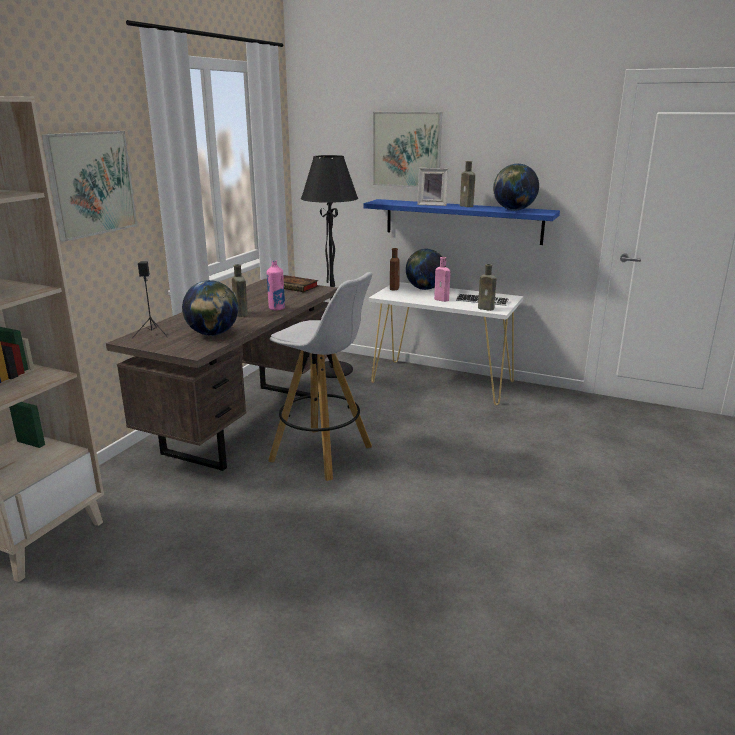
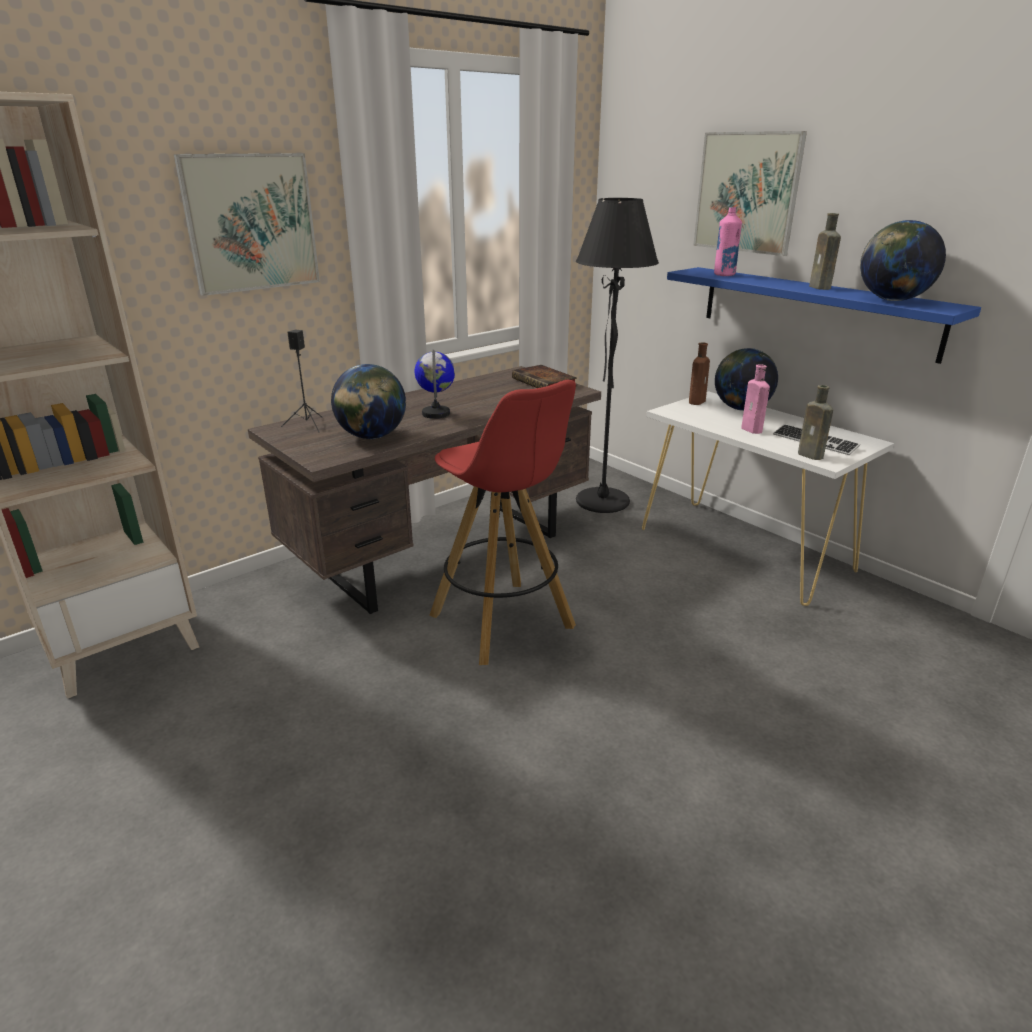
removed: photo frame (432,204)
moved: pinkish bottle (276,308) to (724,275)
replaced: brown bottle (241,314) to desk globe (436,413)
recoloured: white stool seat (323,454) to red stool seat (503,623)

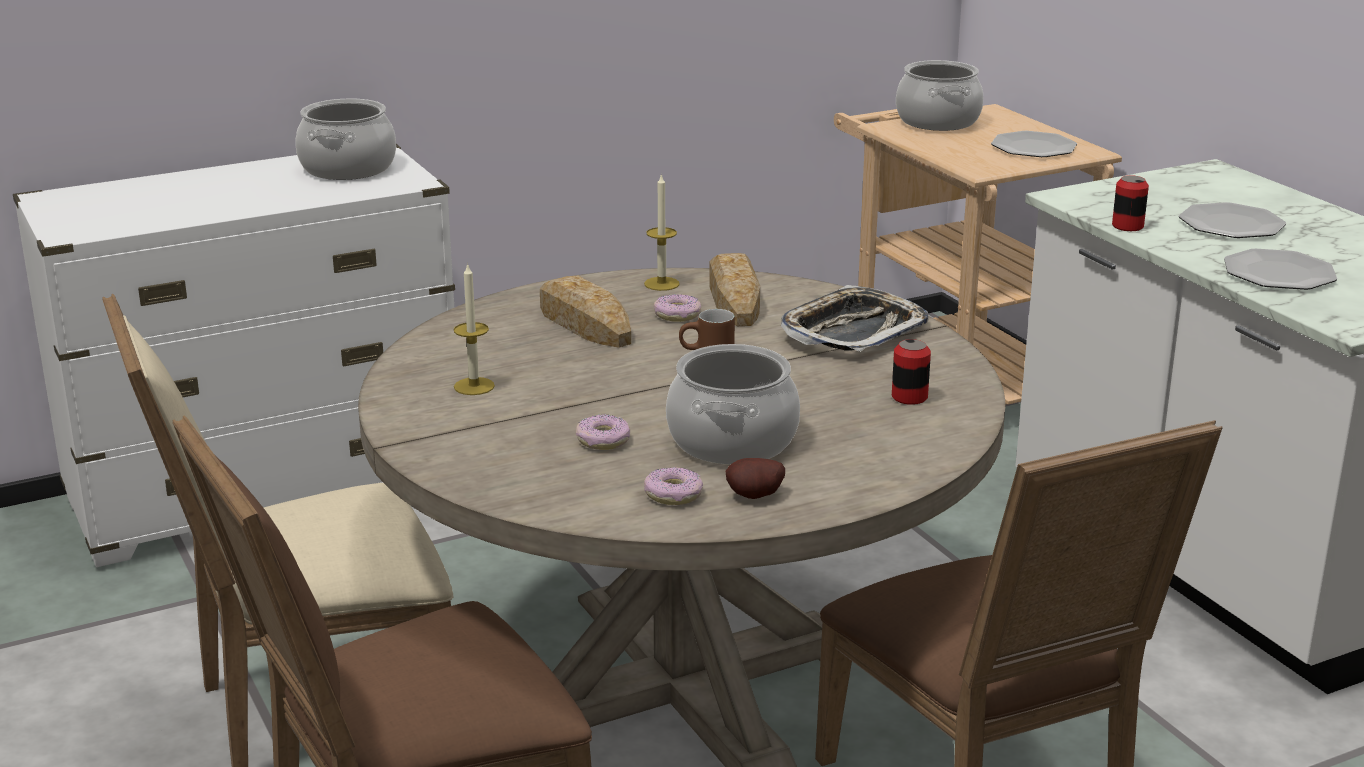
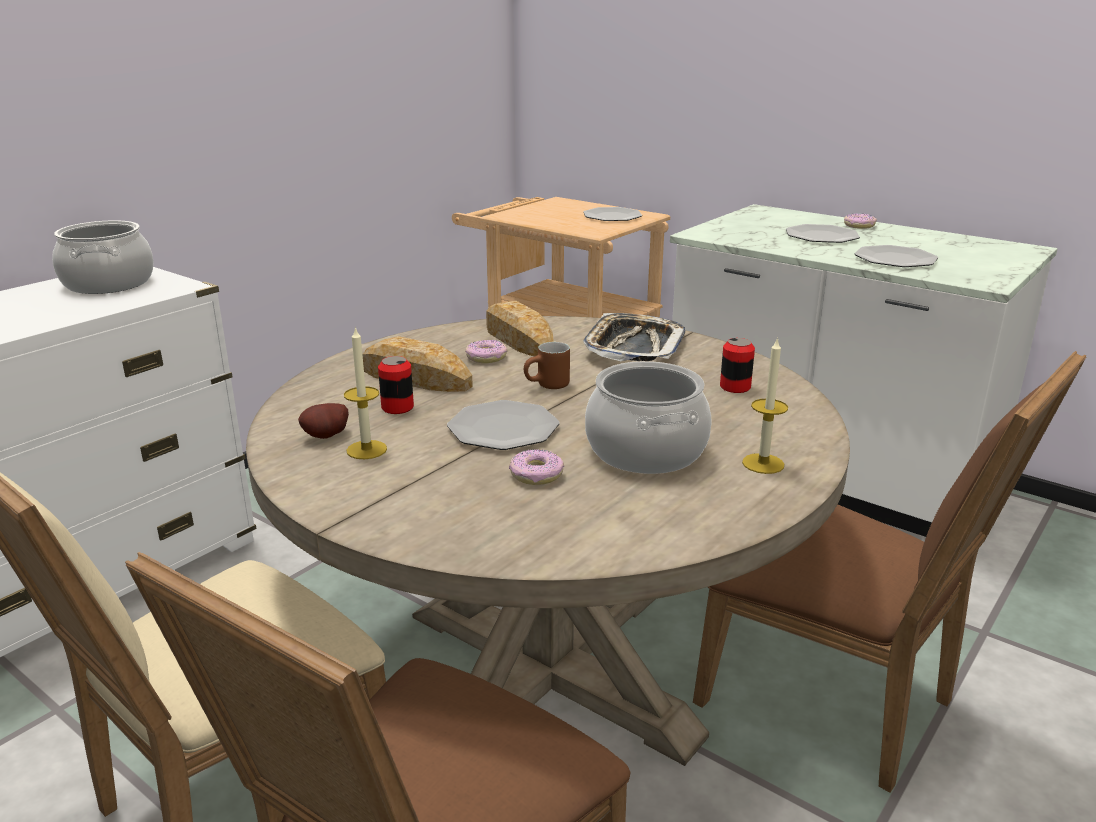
removed: saucepot (938,121)
added: plate (503,428)
moved: whole potato (756,497) to (328,437); sealed can (1127,226) to (397,407); wax candle (661,284) to (763,463); donut (673,494) to (858,226)

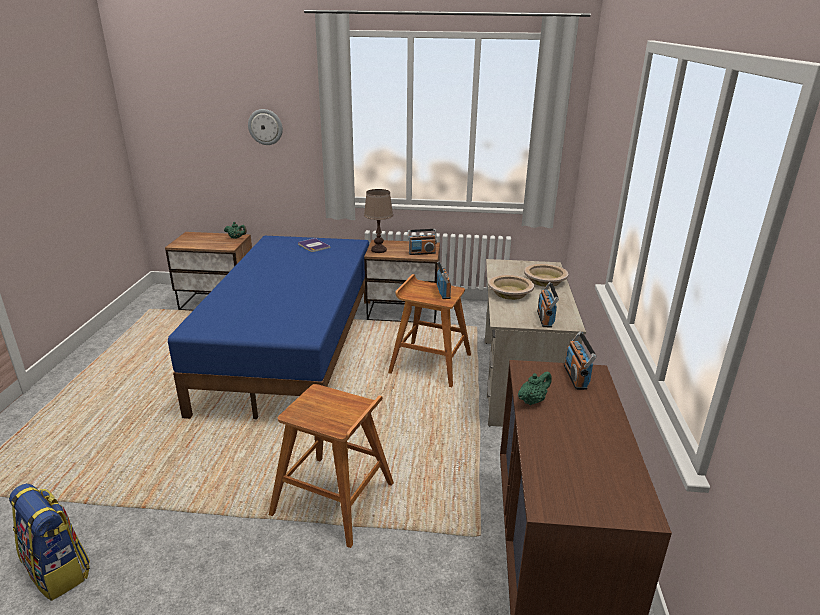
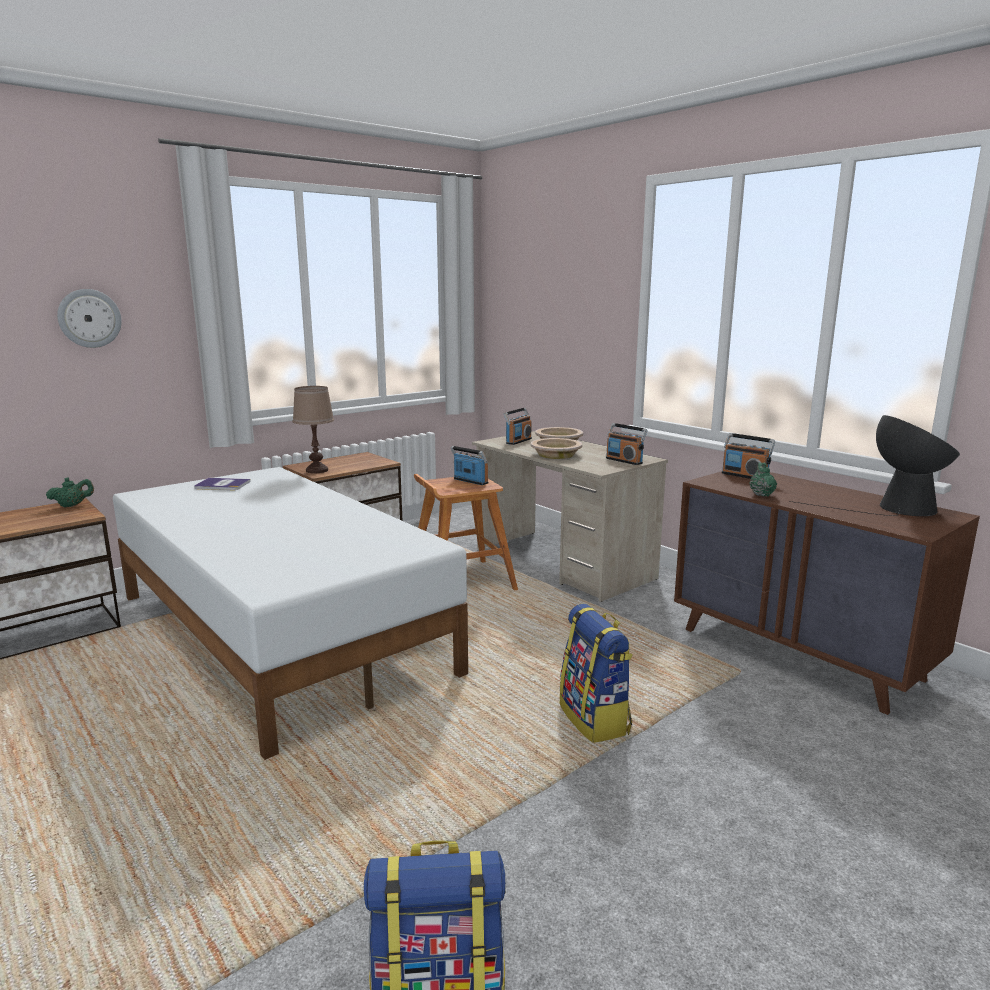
added: table lamp (898,509)
moved: radio (422,253) to (518,441)
replaced: brown stool seat (334,500) to rucksack (595,719)
recoloured: blue-coloured bedroom bed (293,350) to white bedroom bed (280,631)

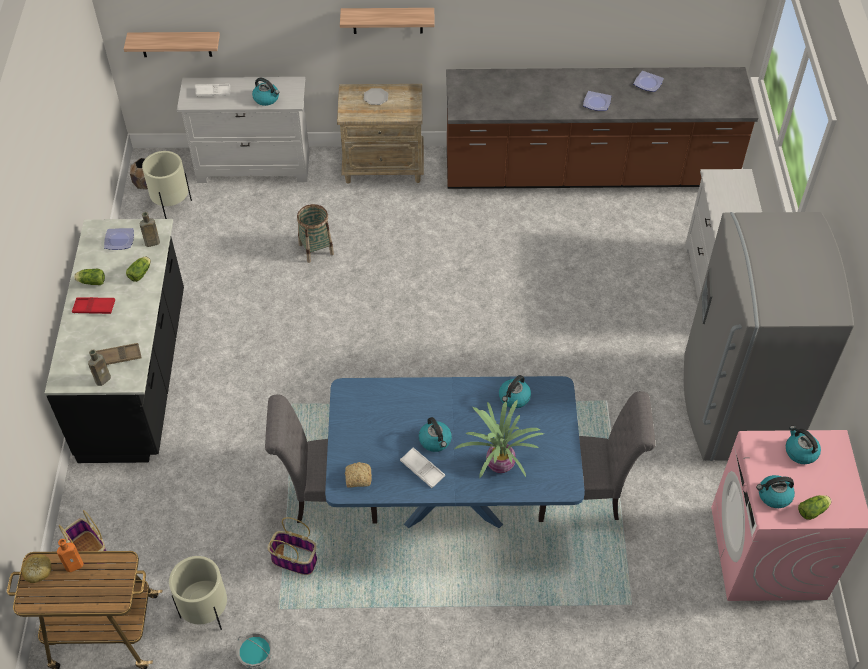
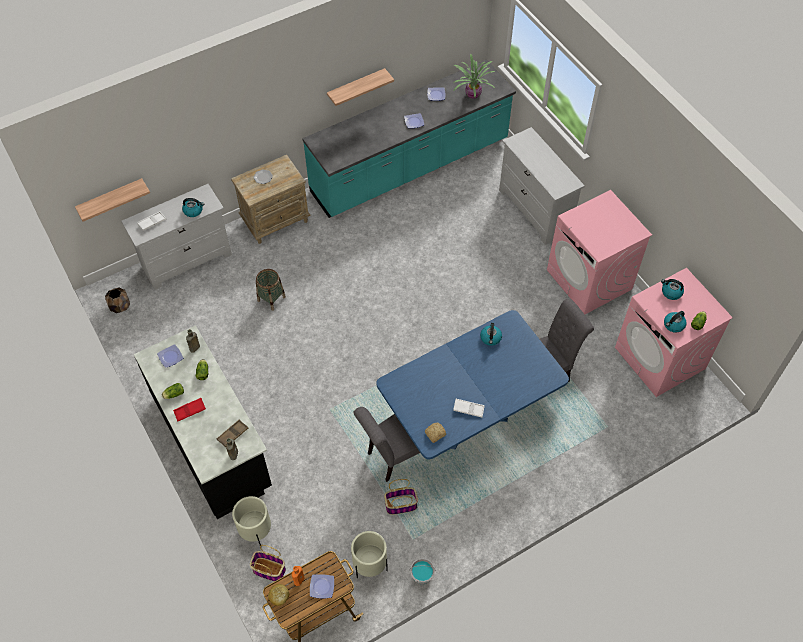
removed: water kettle (435,441)
added: plate (321,586)
moved: sand-coloured flower pot (171,205) to (255,531); shelf (387,20) to (356,88); plant in a pot (500,463) to (472,94)
replaced: gray kitchen fridge (734,406) to pinkish washing machine (589,280)
recoloured: brown kitchen counter (588,173) to turquoise kitchen counter (410,167)

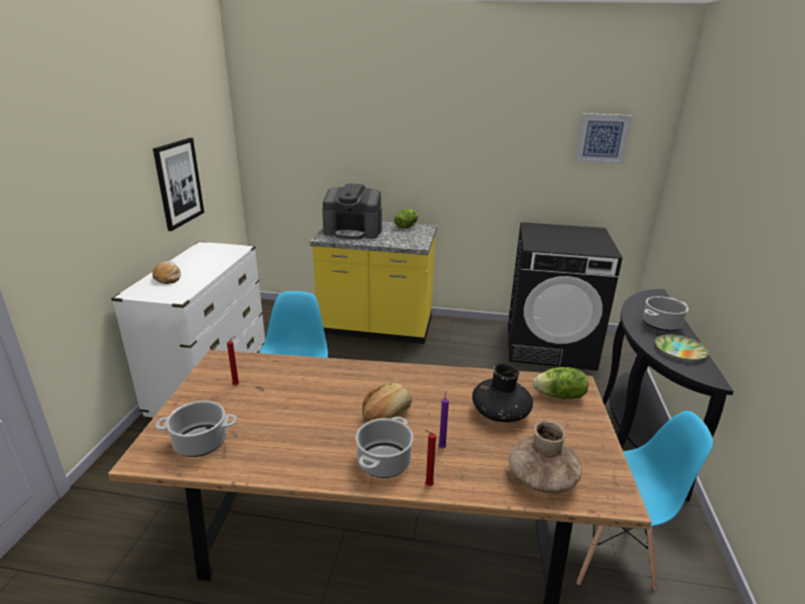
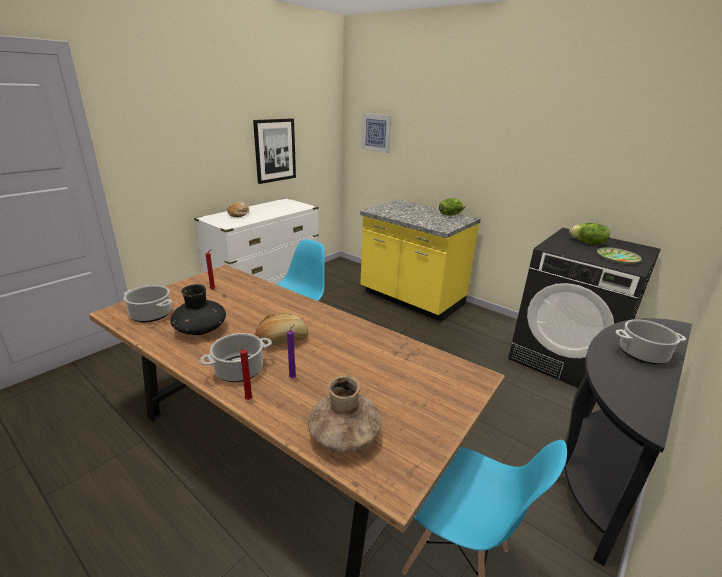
removed: coffee machine (353,231)
moved: black-coloured decorative vase (500,413) to (200,329); wall art (602,138) to (376,132); head of lettuce (560,396) to (587,243); plate (679,350) to (617,258)

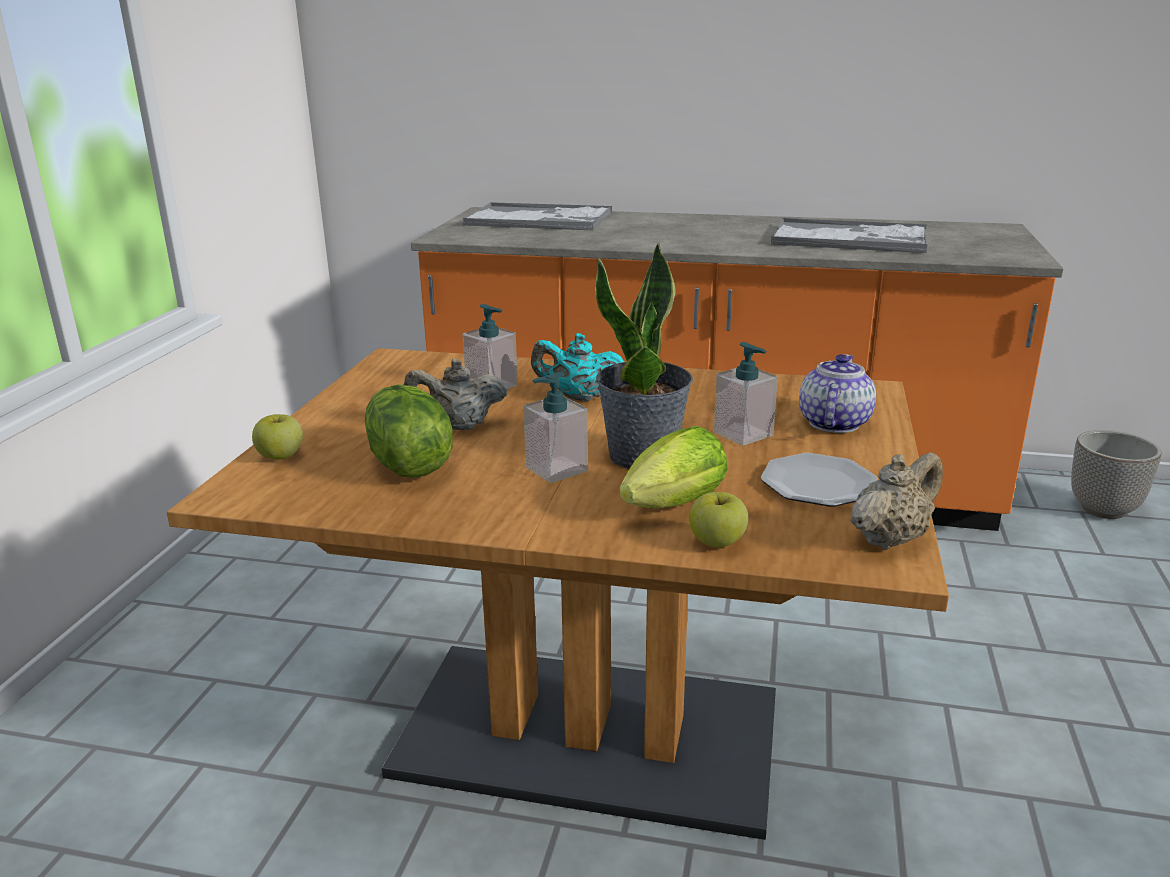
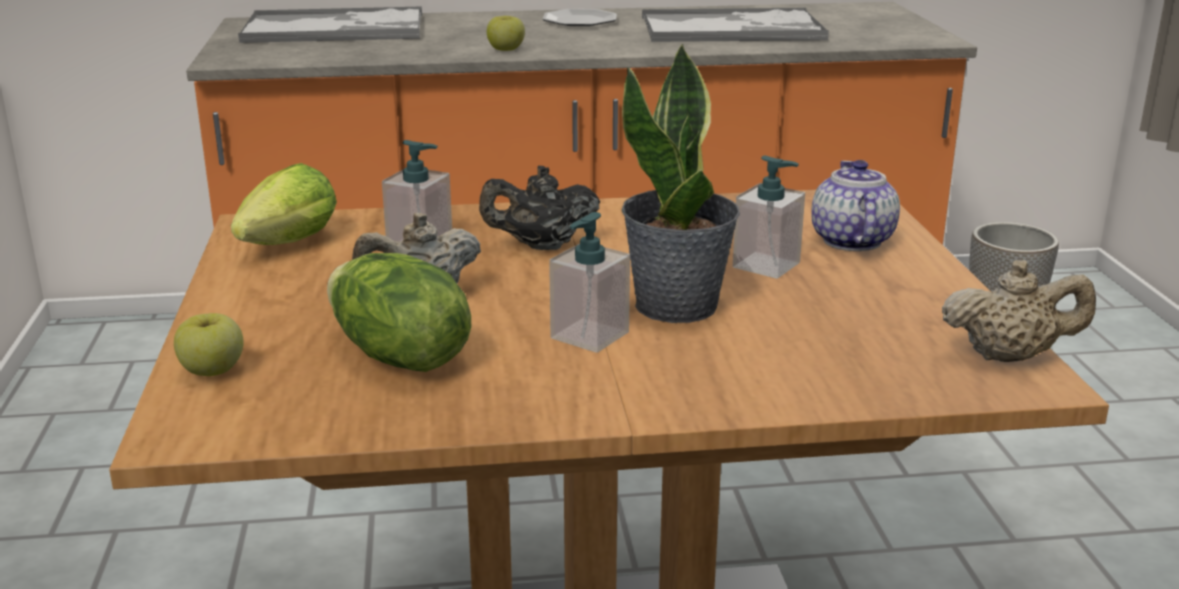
moved: head of lettuce (669,508) to (284,246); apple fruit (717,542) to (506,50); plate (819,484) to (580,21)
recoloured: turquoise tea pot (578,397) to black-coloured tea pot (541,246)
turned: sand-coloured tea pot (890,539) = (1010,356) 60 degrees clockwise

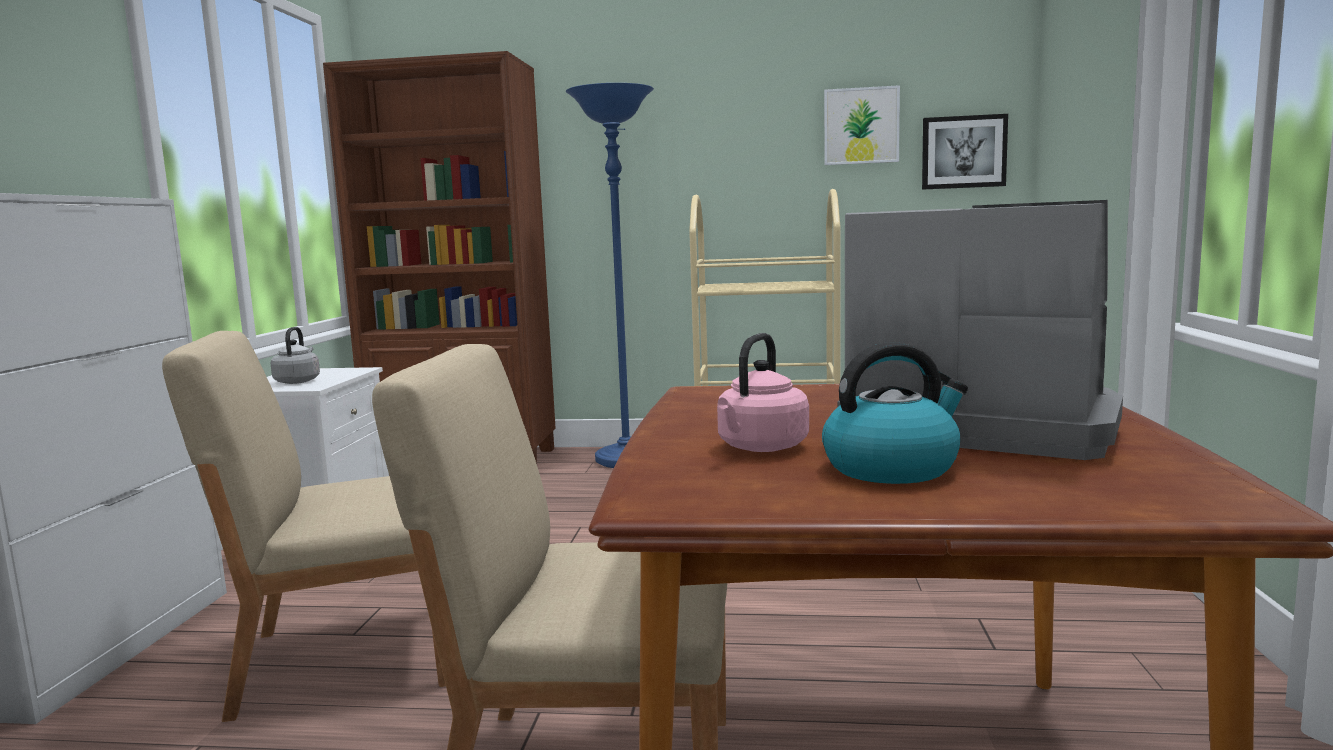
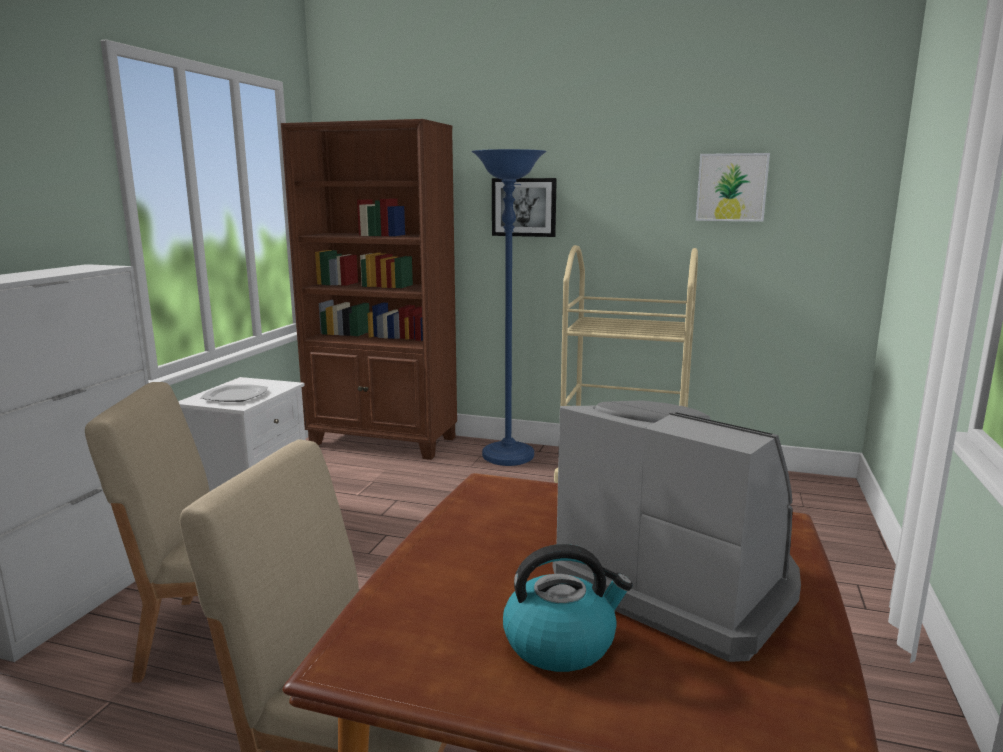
removed: pinkish water kettle (760,448)
moved: wall art (963,152) to (524,207)
replaced: gray water kettle (298,381) to plate (235,395)

